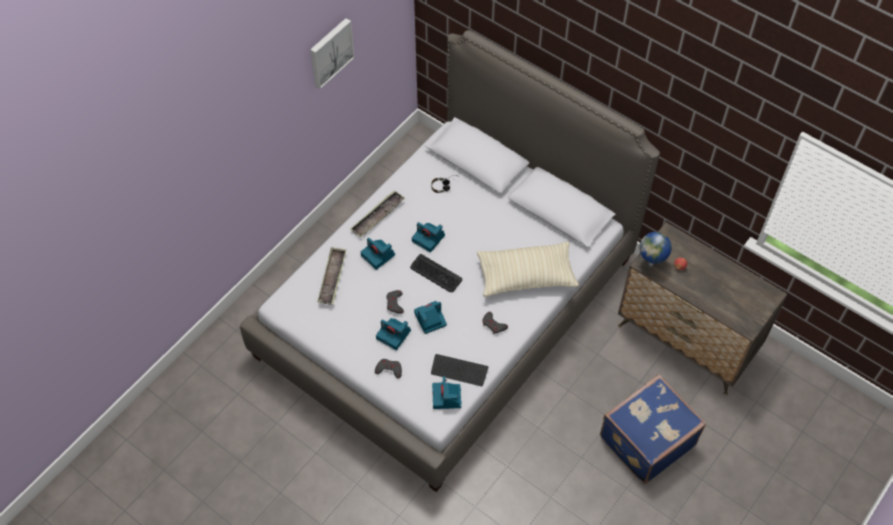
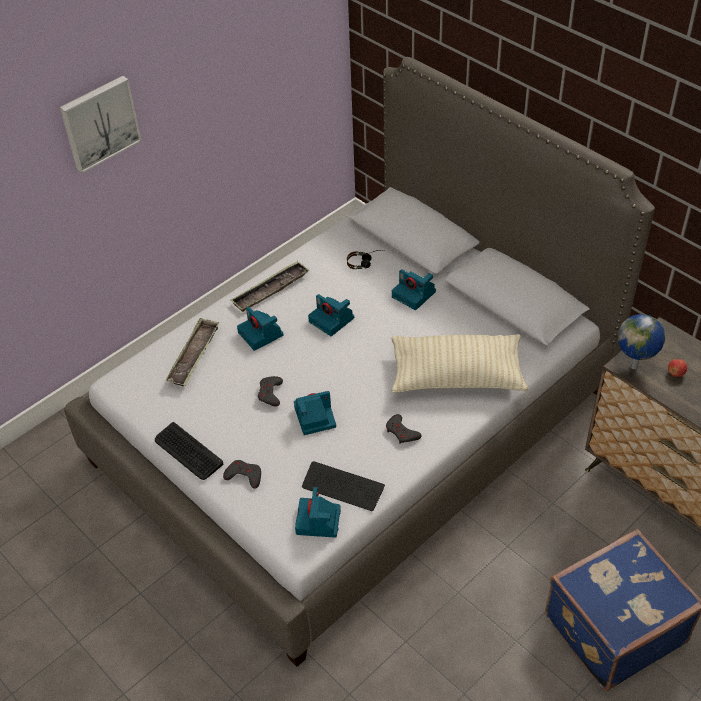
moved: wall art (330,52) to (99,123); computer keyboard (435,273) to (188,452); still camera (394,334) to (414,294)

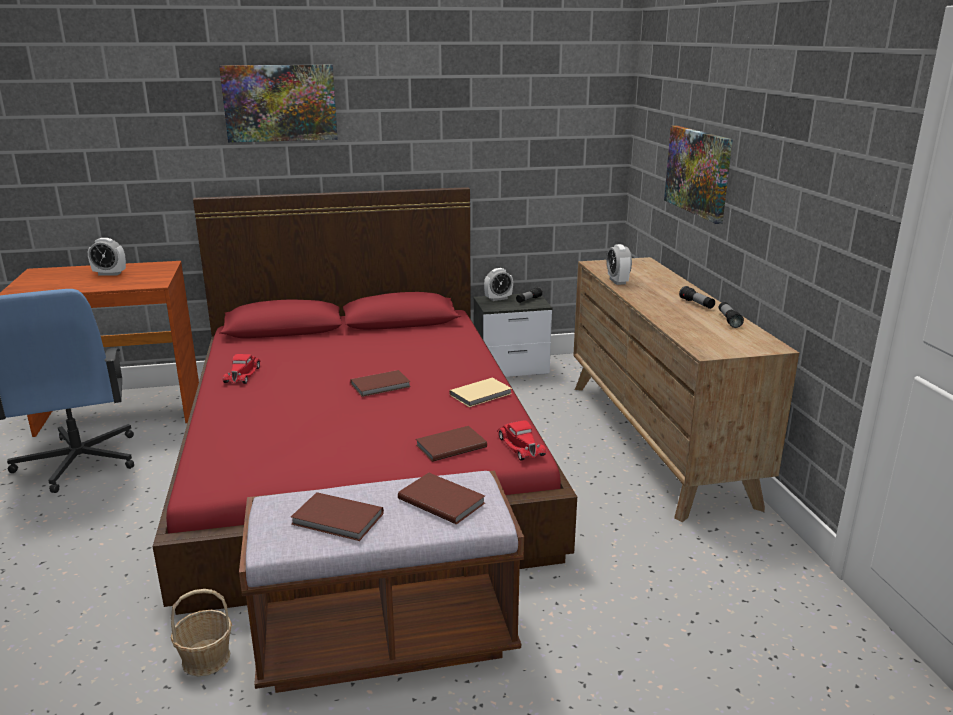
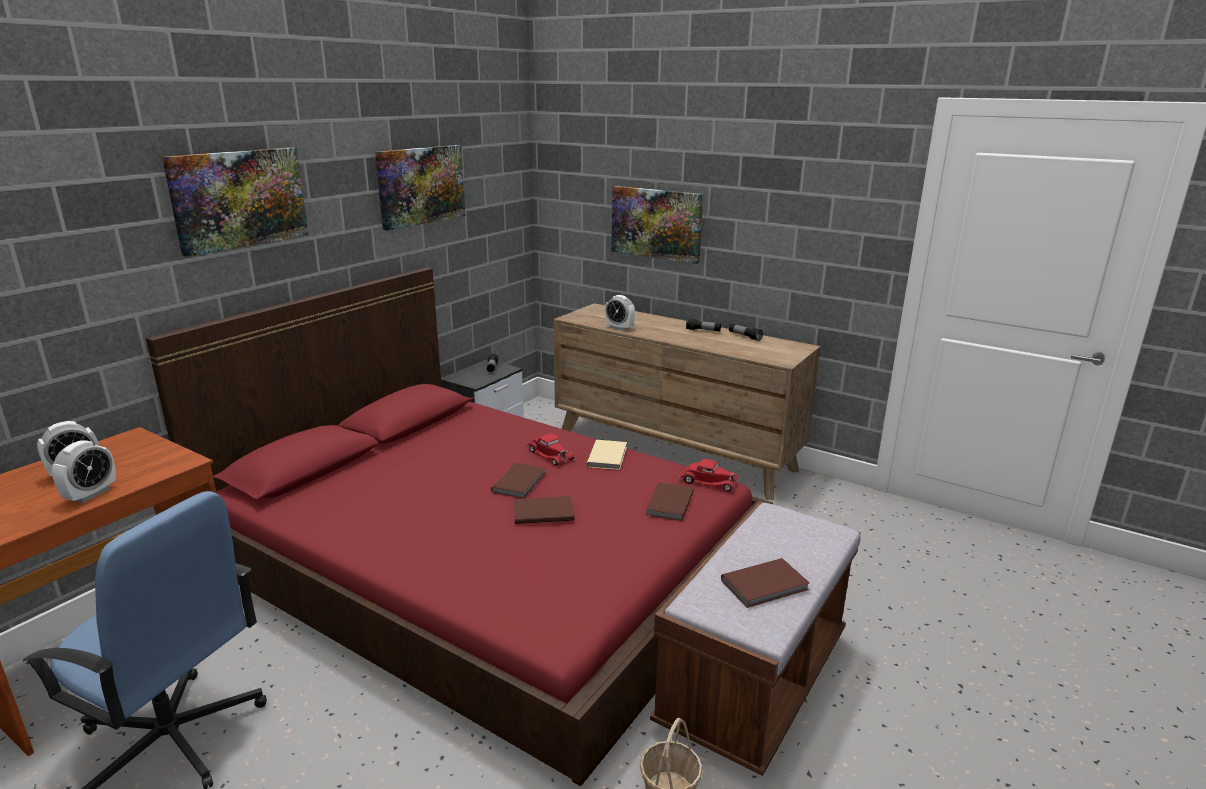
added: wall art (421,185)
moved: table clock (498,298) to (91,494); brown book (442,500) to (542,512); red model car (243,374) to (550,454)

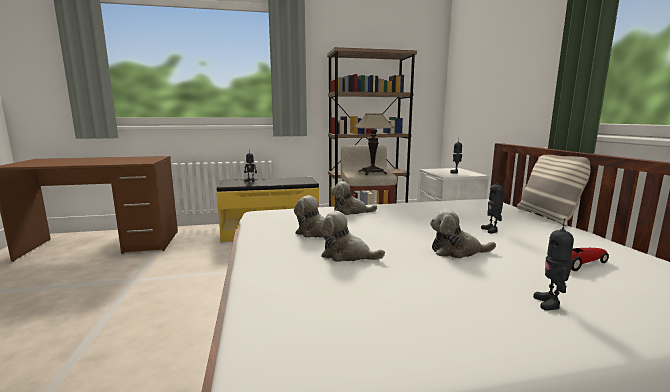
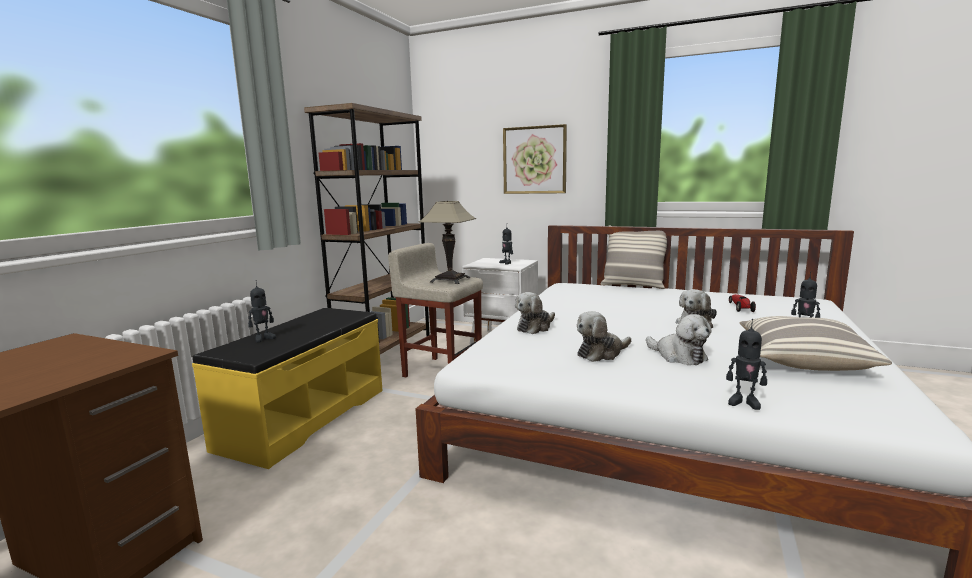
added: wall art (534,160); cushion (802,360)
moved: robot figure (491,230) to (744,402)
turned: cuddly toy (347,255) = (678,356) 90 degrees counterclockwise

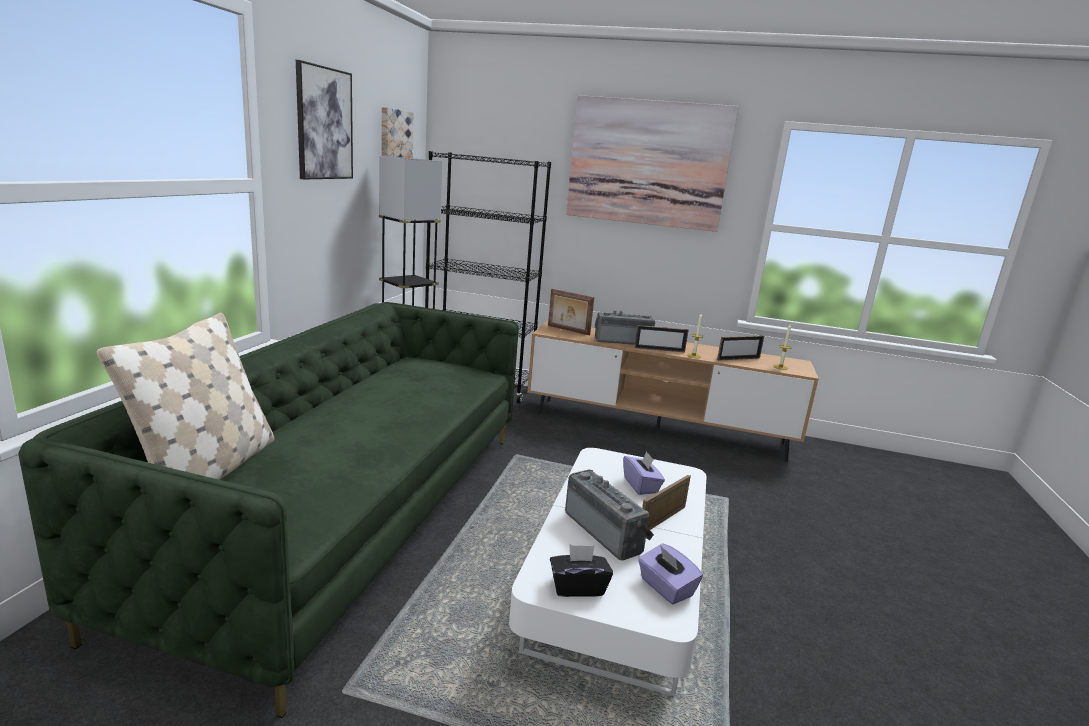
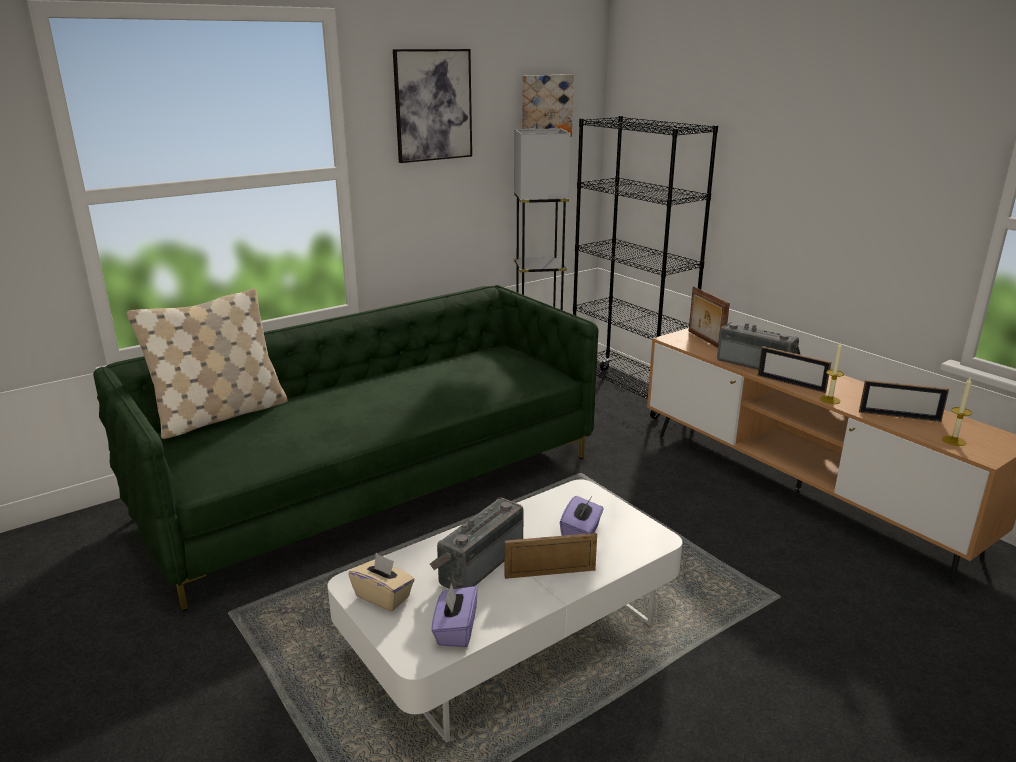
removed: wall art (648,163)
recoloured: black-coloured tissue holder (578,587) to sand-coloured tissue holder (383,596)
turned: radio (606,531) = (478,562) 150 degrees counterclockwise

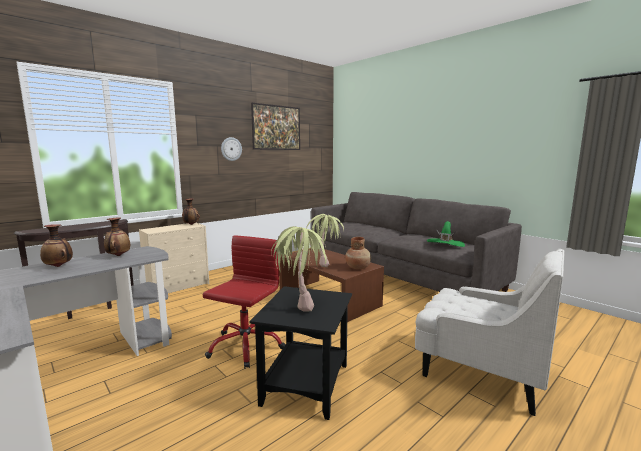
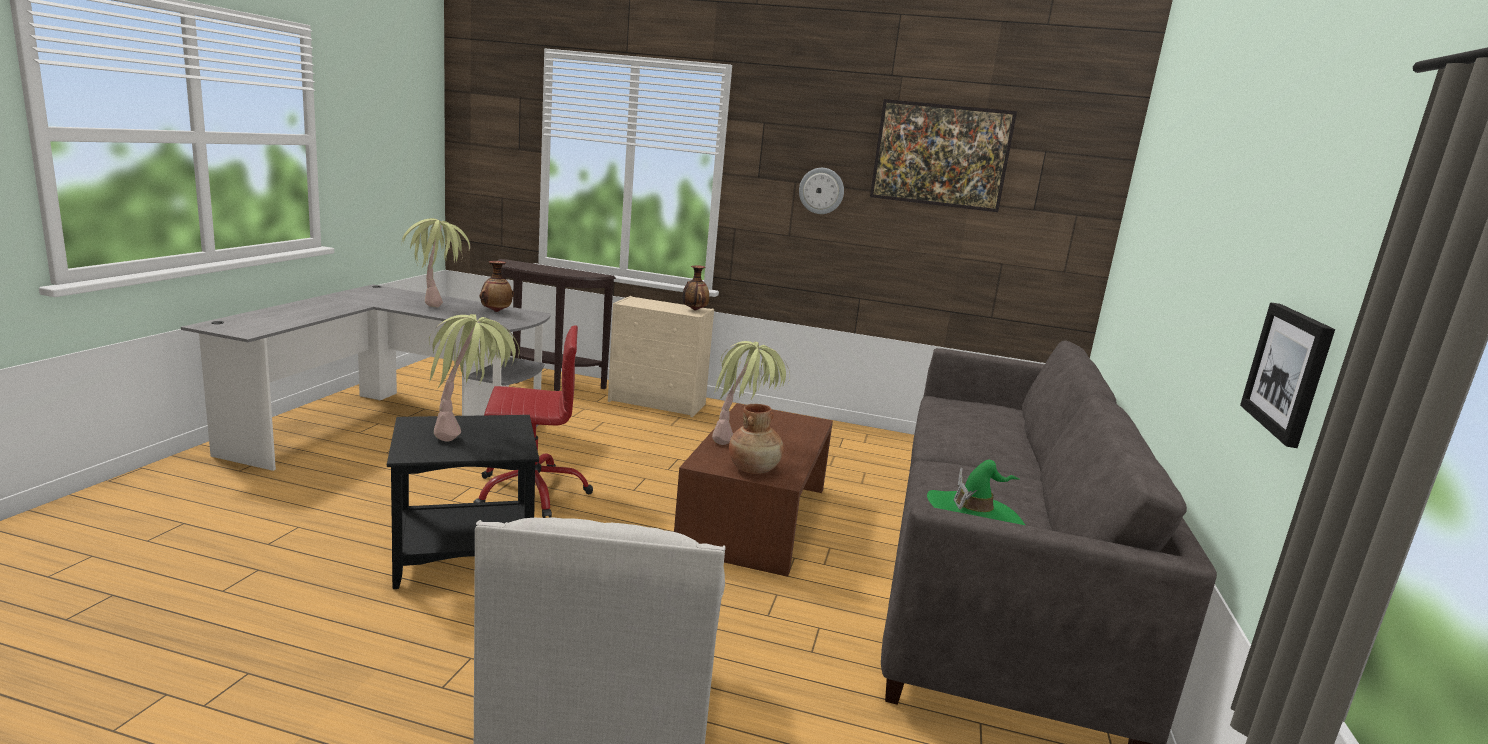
added: wall art (1288,371)
replaced: decorative vase (59,266) to plant in a pot (438,302)

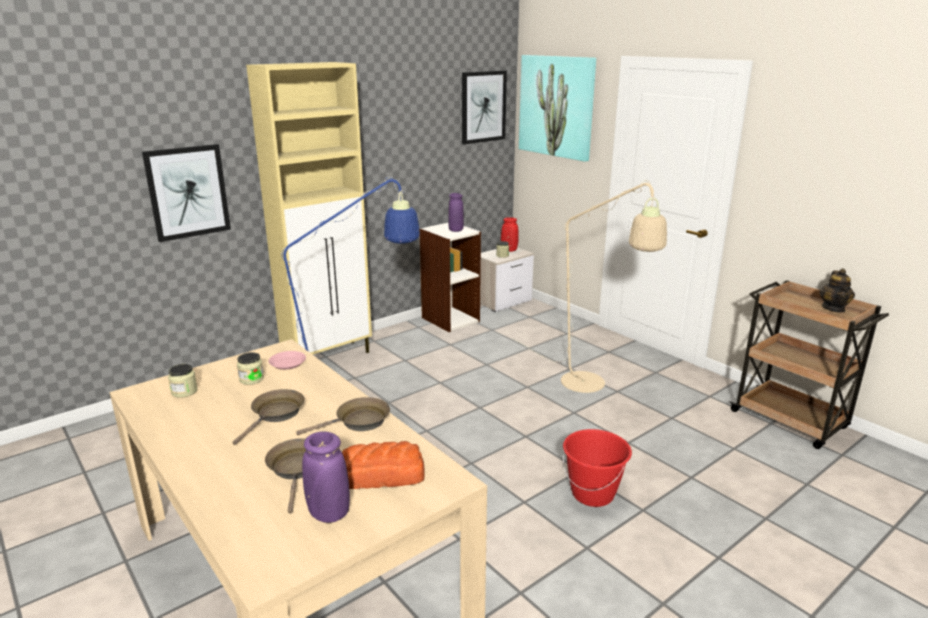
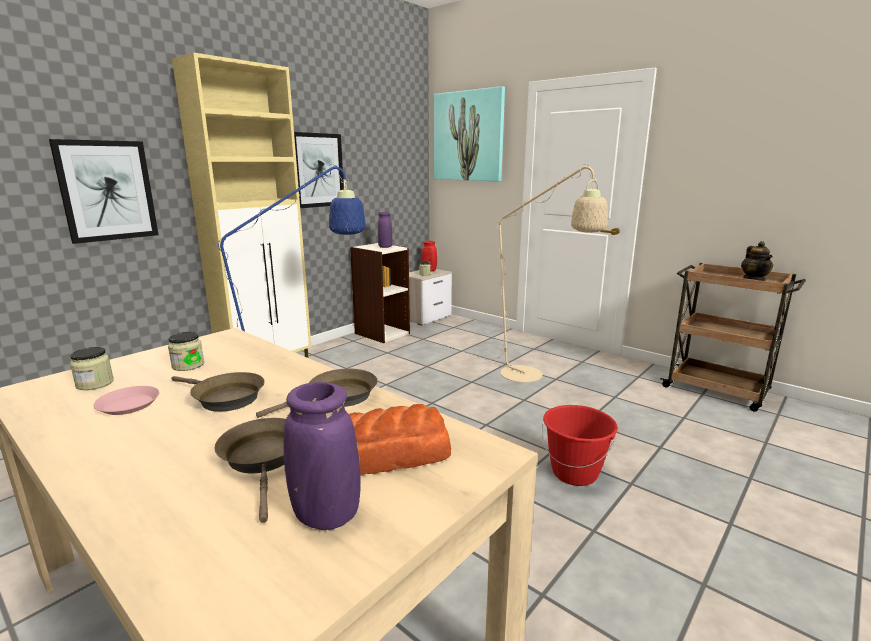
moved: pinkish plate (288,363) to (129,404); wall art (483,107) to (317,170)
turned: brown skillet (276,414) = (224,398) 105 degrees clockwise

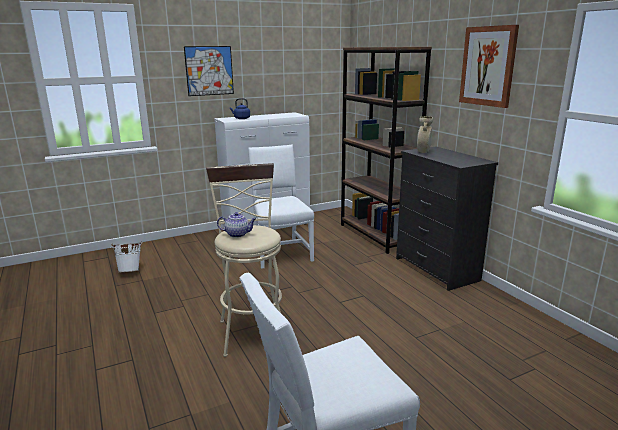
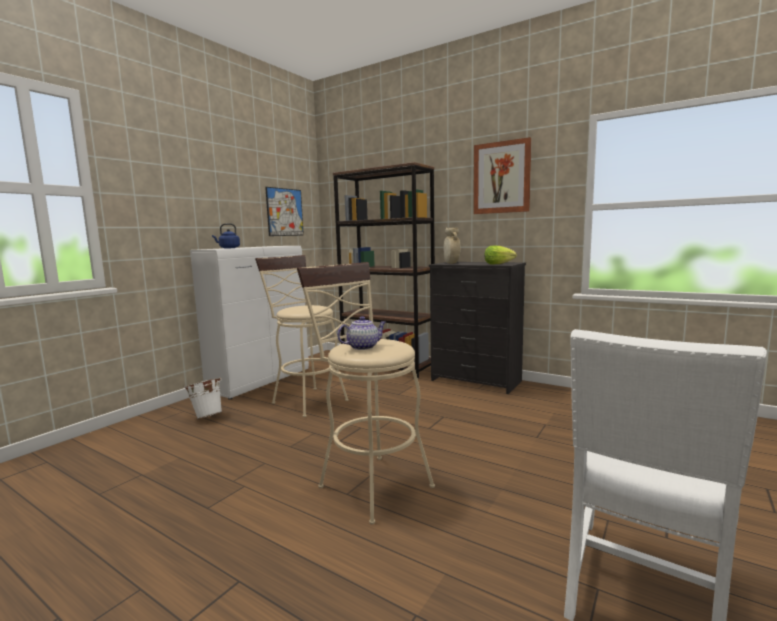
added: head of lettuce (498,264)
moved: white pail (130,271) to (207,416); wall art (209,70) to (285,212)
replaced: white upright chair (280,252) to sand-coloured stool seat (306,400)

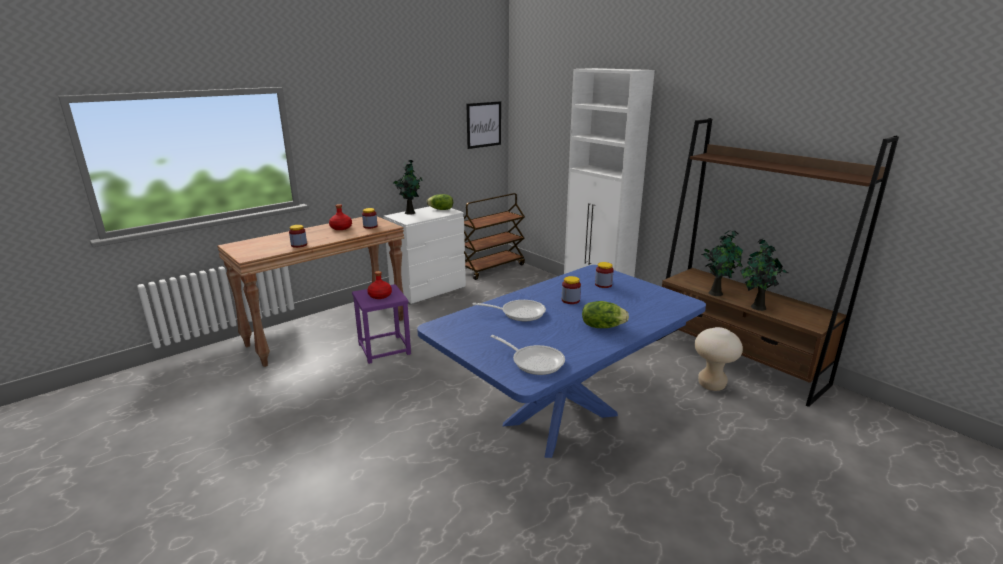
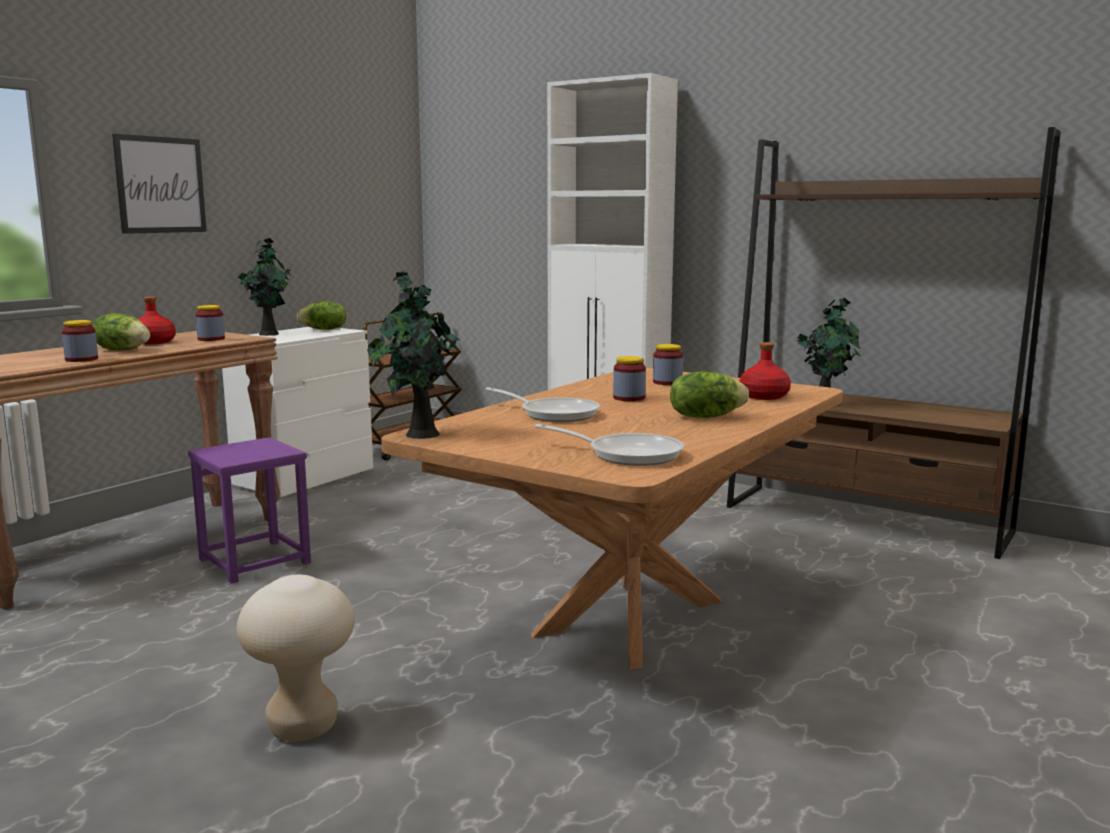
added: head of lettuce (122,350)
moved: wall art (484,124) to (160,185); sand-coloured stool seat (711,385) to (303,727); plant in a pot (756,307) to (419,434); red bottle (380,296) to (764,396)
recoloured: blue-coloured dining table (562,419) to brown dining table (632,617)
turned: skillet (519,313) = (554,414) 45 degrees clockwise

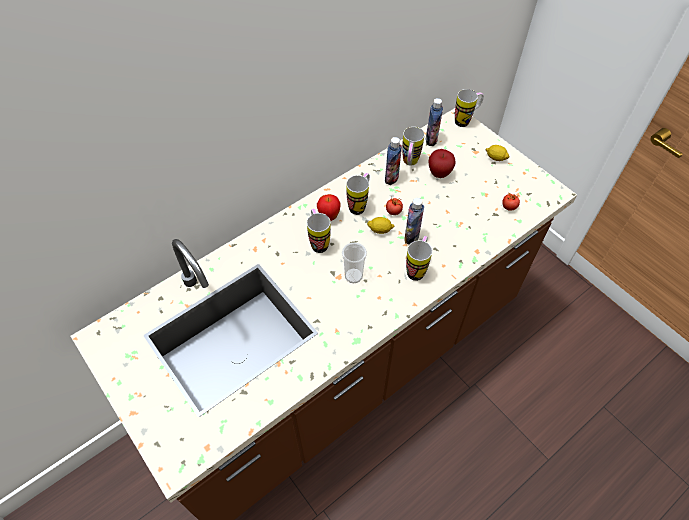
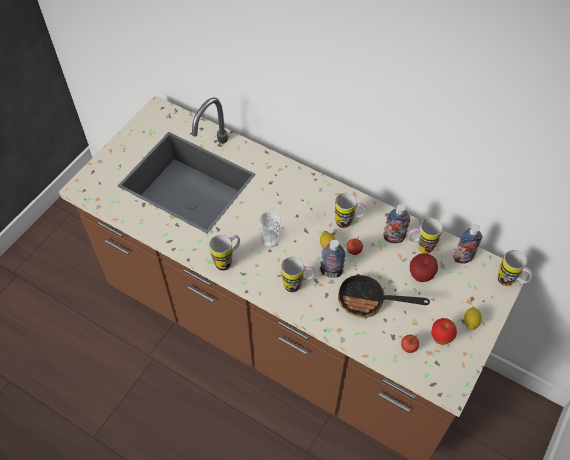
added: skillet (368,301)
moved: mug (318,242) to (227,261); apple fruit (329,216) to (440,338)

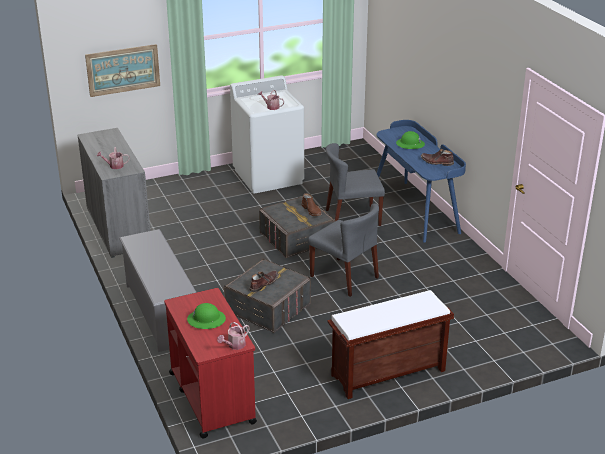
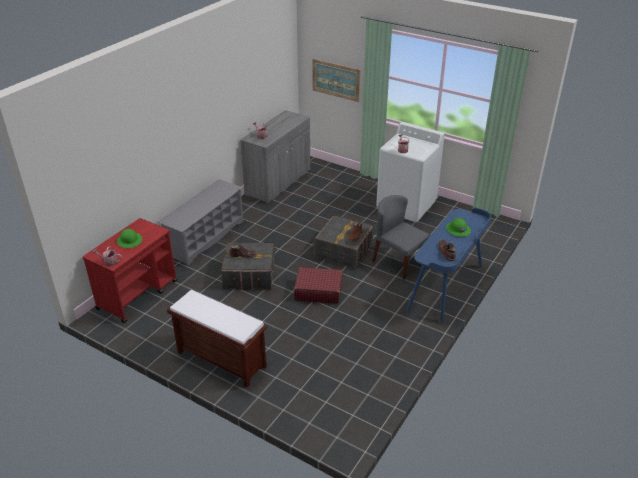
replaced: gray upright chair (344,277) to red suitcase (318,291)

